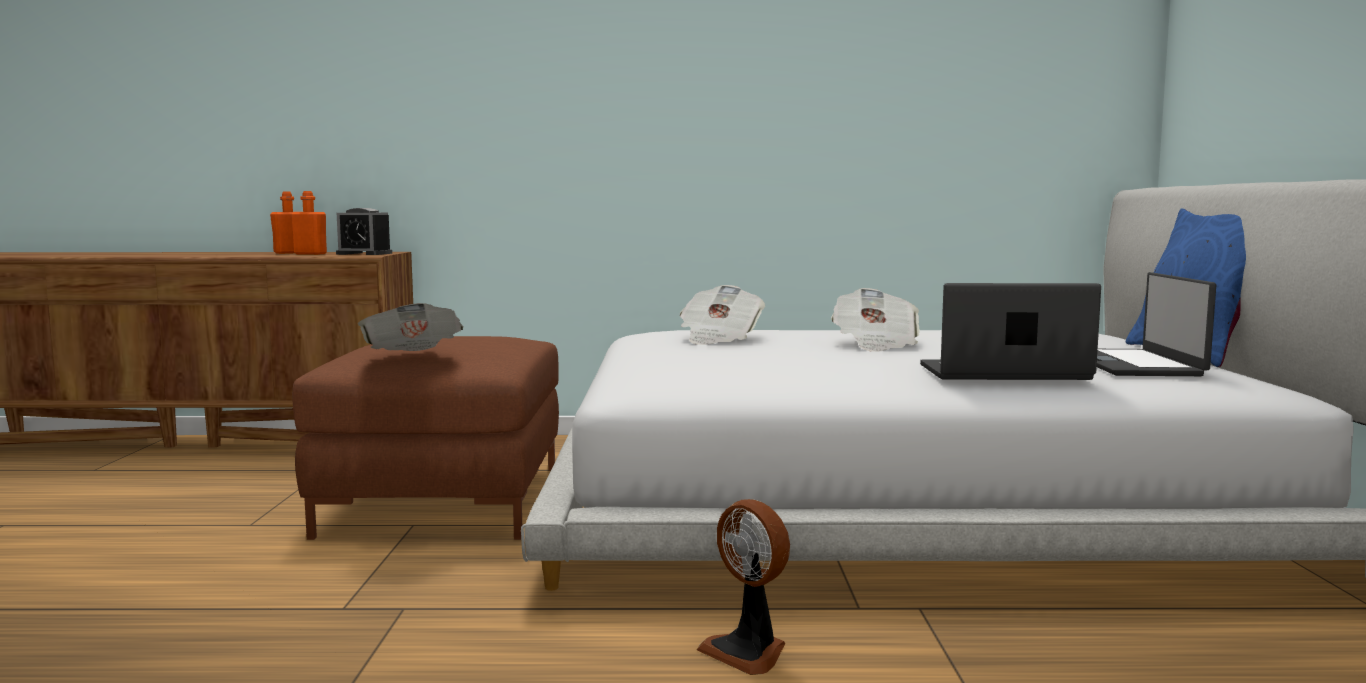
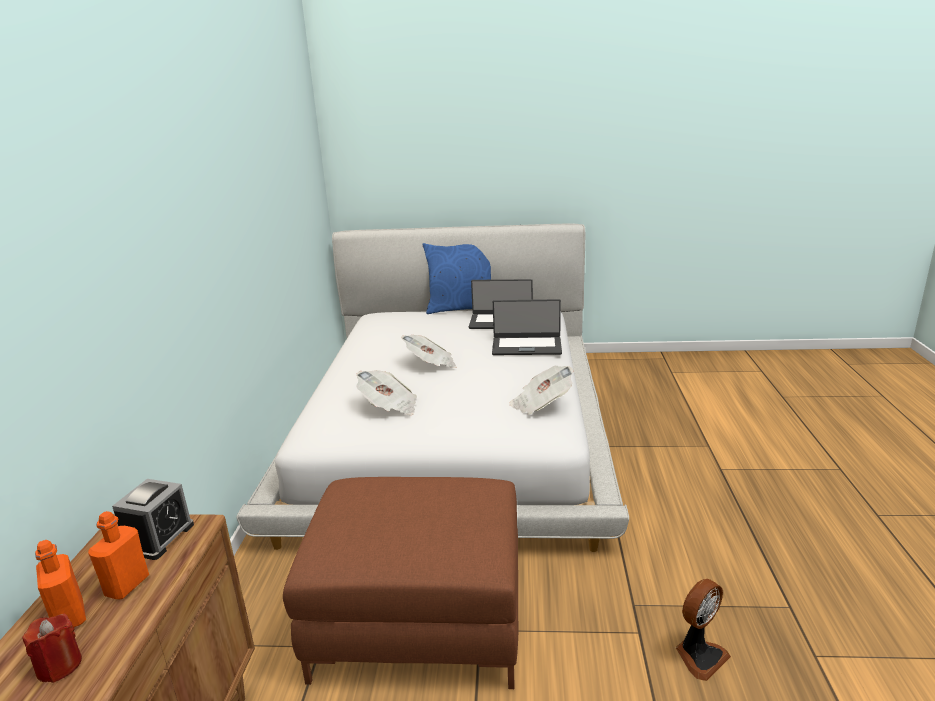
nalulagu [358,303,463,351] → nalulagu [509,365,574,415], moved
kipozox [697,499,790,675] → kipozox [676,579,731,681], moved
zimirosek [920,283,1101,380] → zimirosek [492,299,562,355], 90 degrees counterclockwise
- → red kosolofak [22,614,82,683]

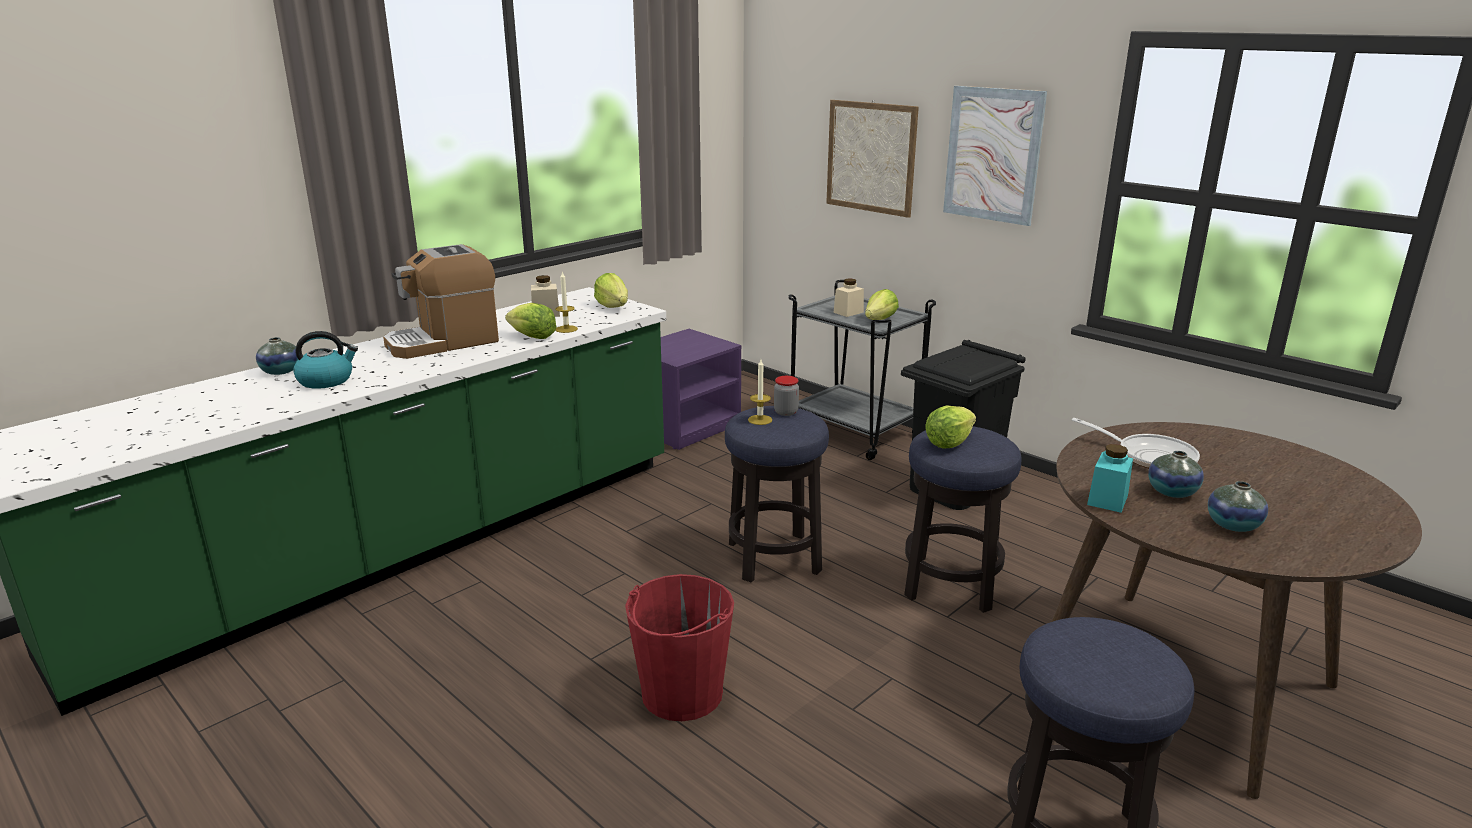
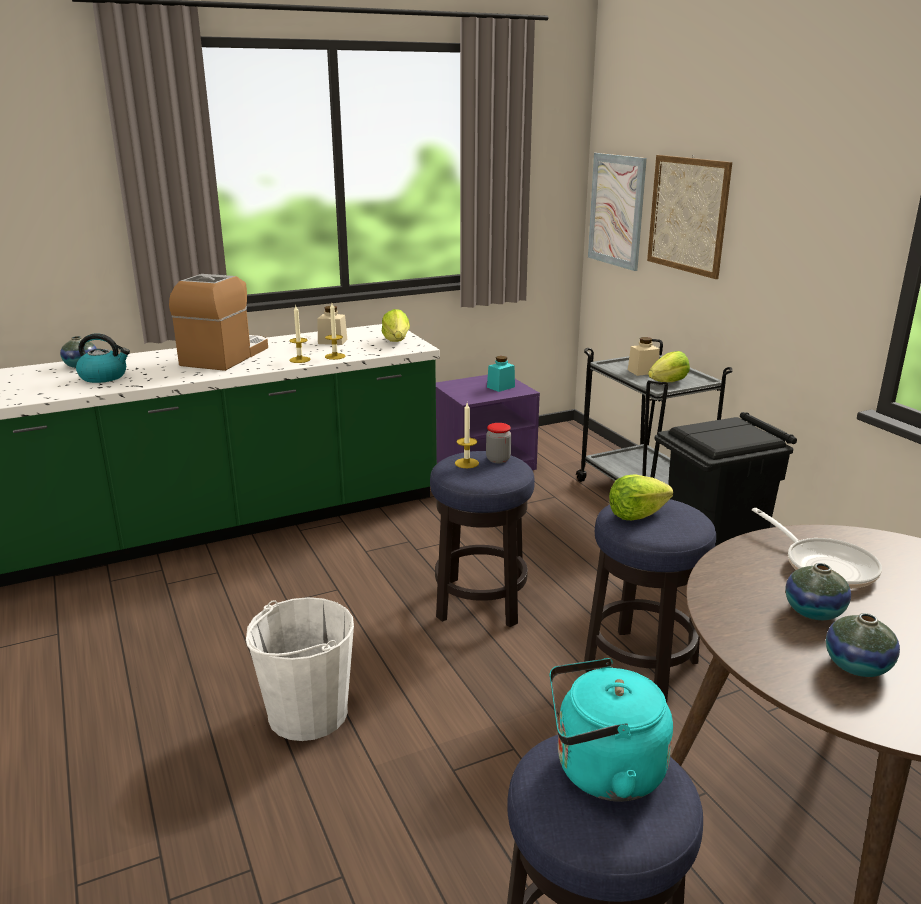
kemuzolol [383,244,499,359] → kemuzolol [169,274,268,371], 120 degrees clockwise
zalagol [505,303,556,339] → kosolofak [289,306,311,363]
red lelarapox [625,574,734,721] → white lelarapox [246,597,354,741]
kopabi [943,86,1047,226] → kopabi [588,153,647,271], moved
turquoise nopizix [1087,444,1133,513] → turquoise nopizix [487,356,515,392], moved
- → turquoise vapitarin [550,658,673,802]

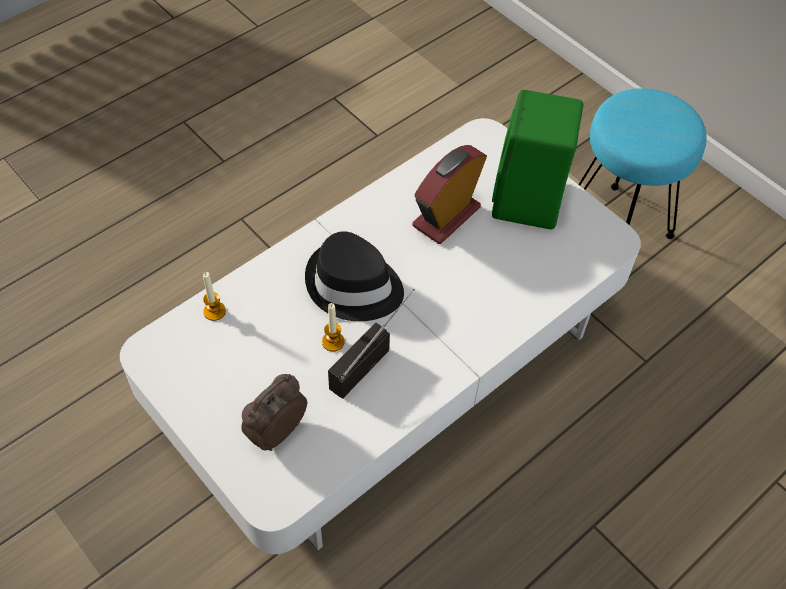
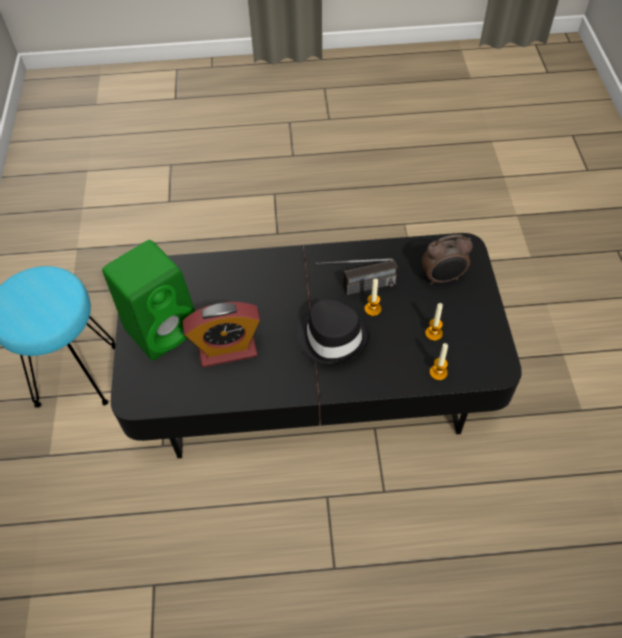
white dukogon [120,118,641,554] → black dukogon [111,233,522,458]
- → kosolofak [425,303,443,341]

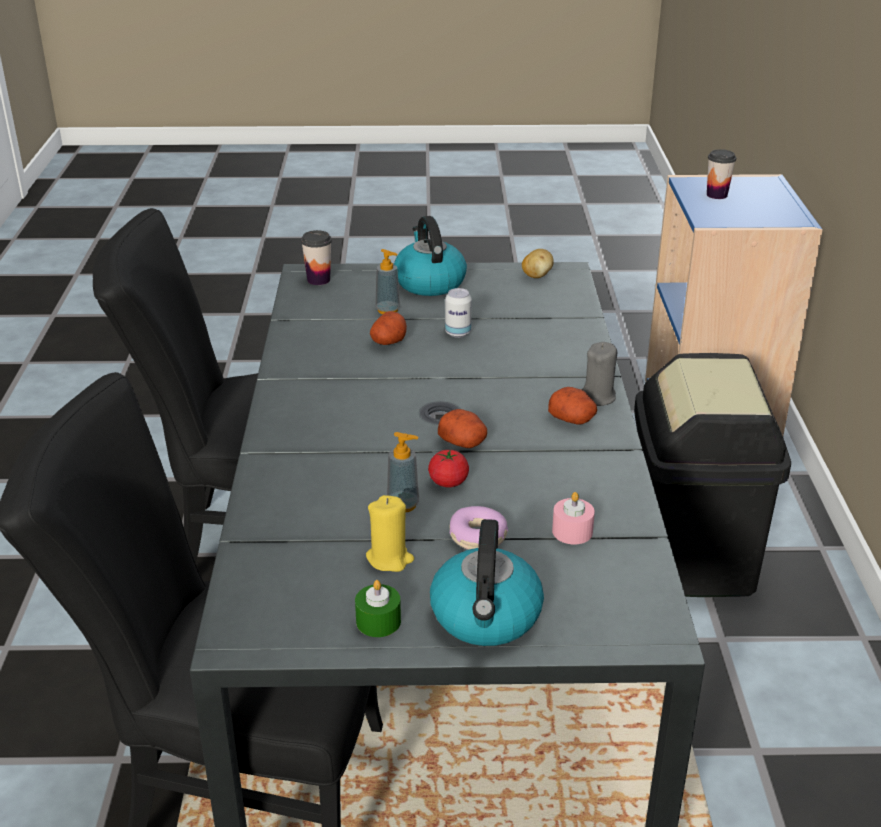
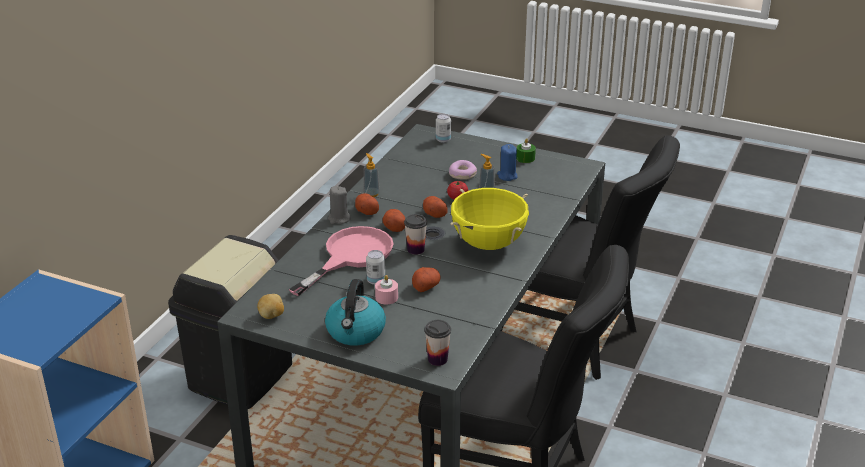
yellow kosolofak [366,495,414,572] → blue kosolofak [497,144,518,181]
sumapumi [375,249,400,314] → sumapumi [363,153,380,197], moved
vapitarin [430,519,544,646] → -
pink kosolofak [552,492,595,545] → pink kosolofak [375,275,398,305], moved
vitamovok [707,149,736,199] → vitamovok [404,214,427,255], moved
- → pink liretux [289,226,393,296]
- → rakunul [383,209,405,232]
- → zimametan [436,114,451,143]
- → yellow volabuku [451,188,529,250]

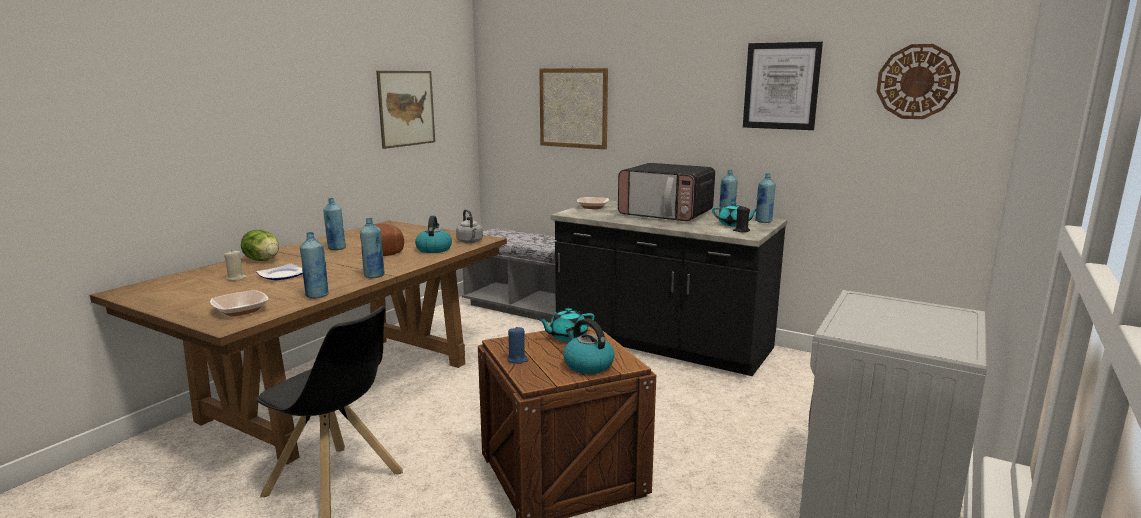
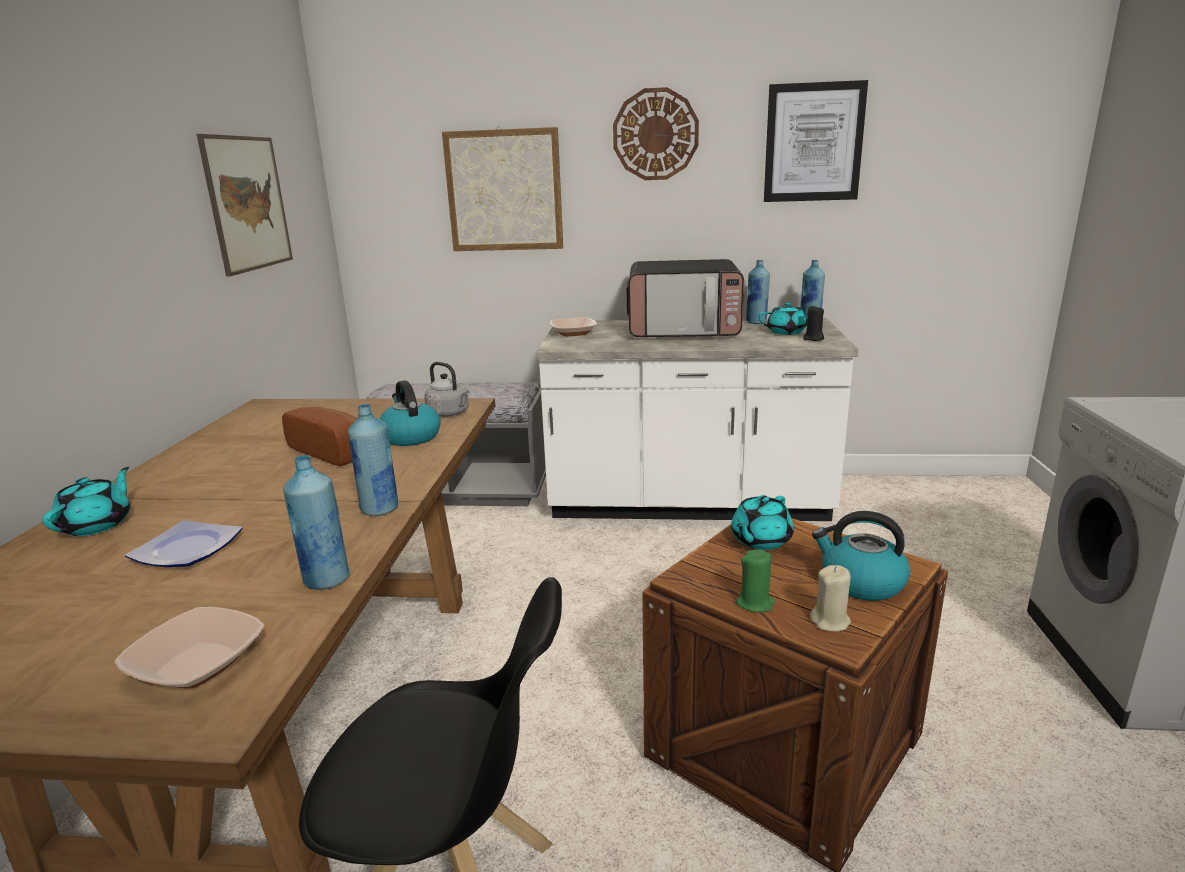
beige kosolofak [224,251,247,281] → beige kosolofak [810,565,851,632], moved
zalagol [241,230,279,261] → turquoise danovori [43,467,130,536]
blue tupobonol [323,198,346,250] → -
blue kosolofak [507,326,528,364] → green kosolofak [736,550,775,612]
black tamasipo [551,200,787,376] → white tamasipo [536,317,858,521]
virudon [876,44,960,119] → virudon [613,87,699,180], moved

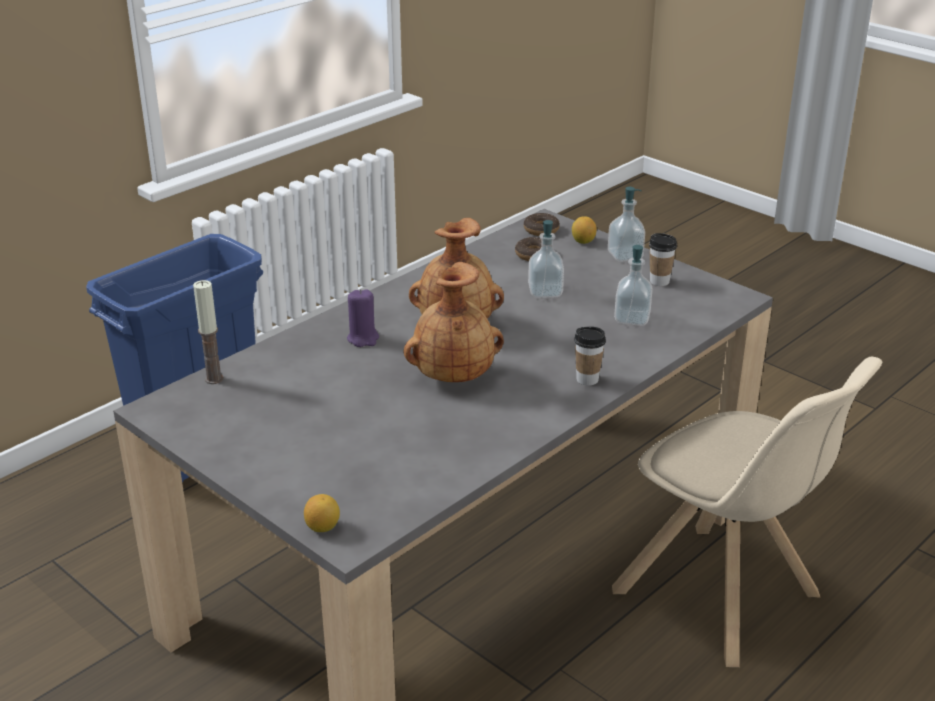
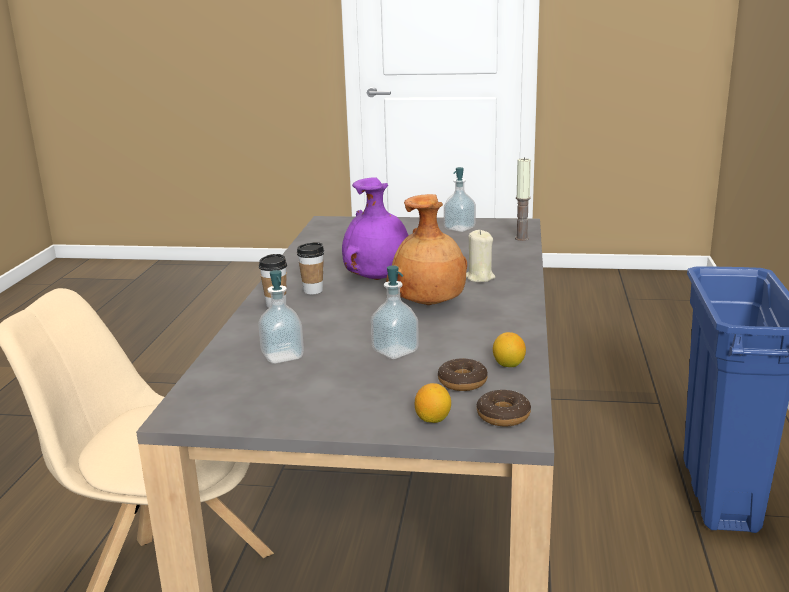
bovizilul [304,494,340,532] → bovizilul [493,332,526,367], moved
purple kosolofak [347,289,379,347] → beige kosolofak [466,230,495,282]
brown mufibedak [403,262,504,382] → purple mufibedak [342,177,409,280]
sumapumi [608,187,645,262] → sumapumi [444,167,476,232], moved
vitamovok [649,233,677,286] → vitamovok [297,242,324,294], moved

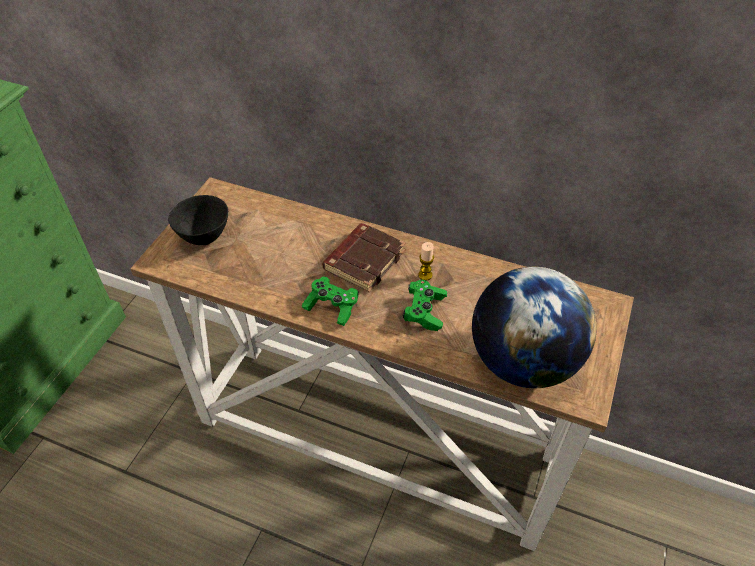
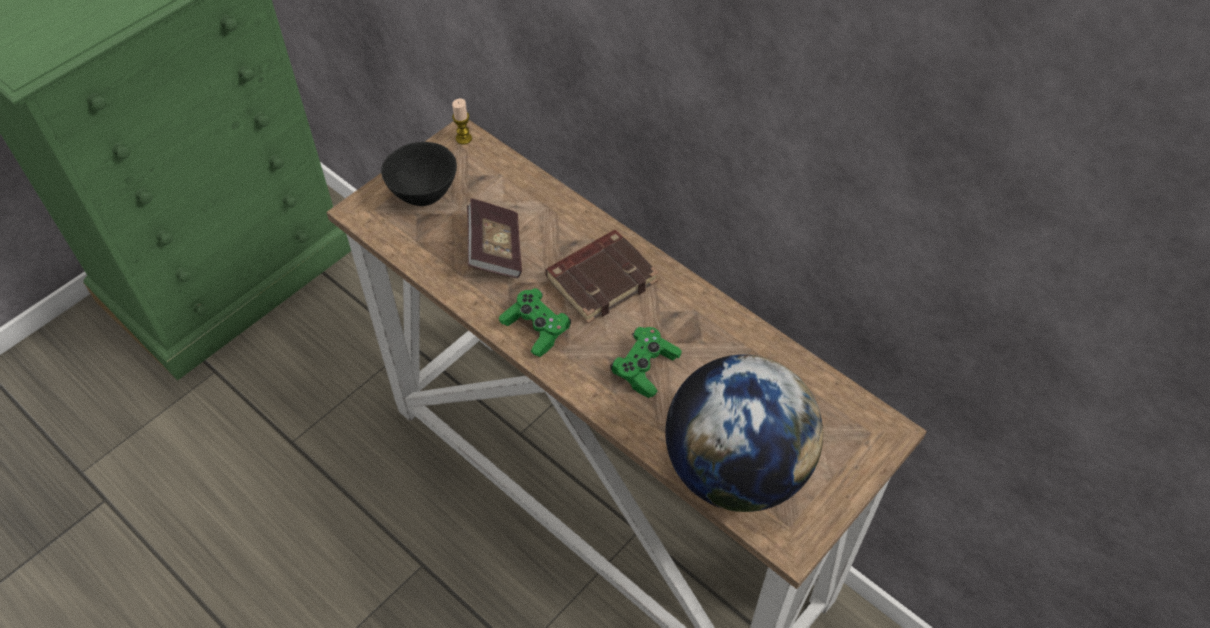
kosolofak [418,242,434,281] → kosolofak [452,99,472,145], moved
- → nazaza [467,198,522,278]

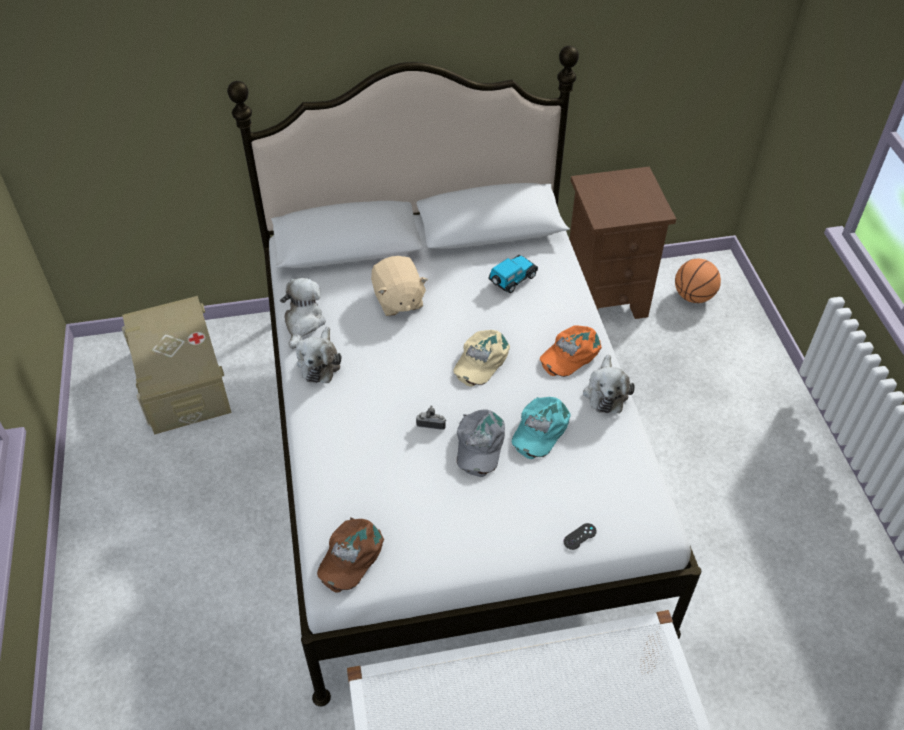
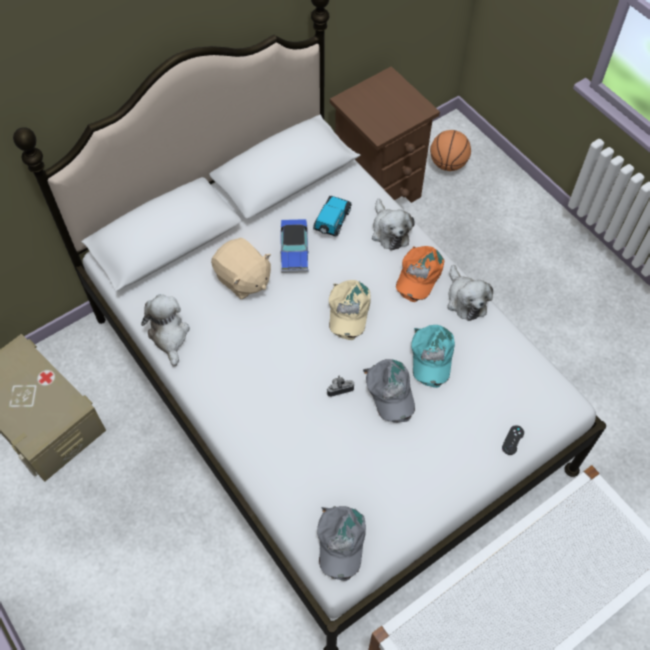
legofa [296,327,341,383] → legofa [372,199,415,251], moved
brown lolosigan [317,517,384,593] → grey lolosigan [317,506,366,581]
- → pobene [280,219,308,273]

